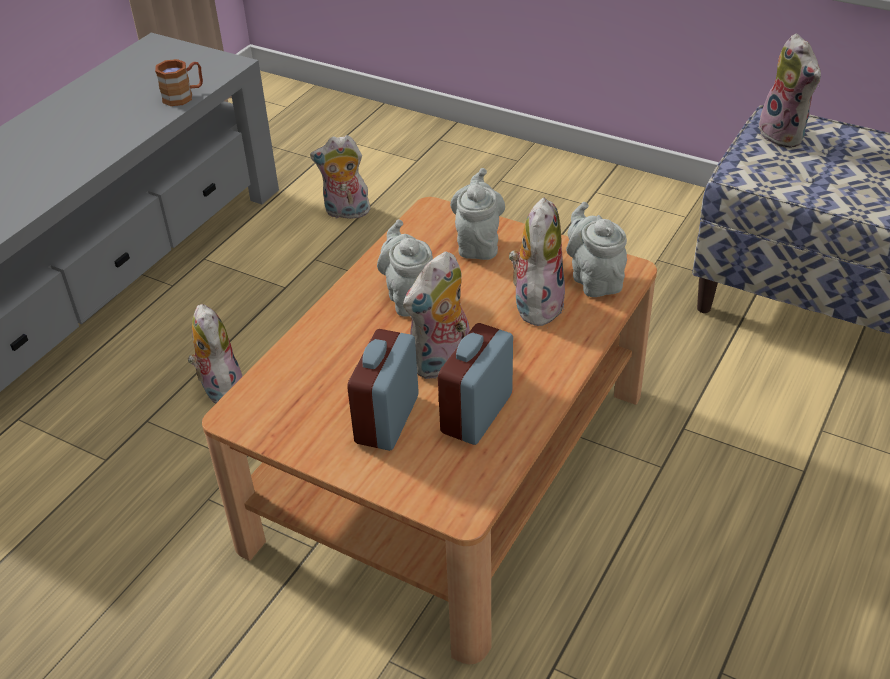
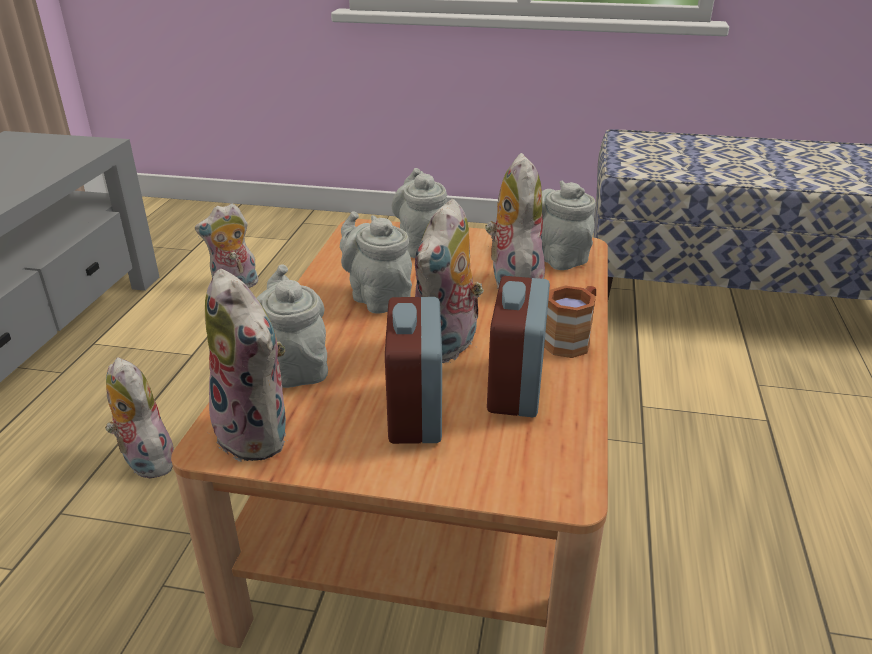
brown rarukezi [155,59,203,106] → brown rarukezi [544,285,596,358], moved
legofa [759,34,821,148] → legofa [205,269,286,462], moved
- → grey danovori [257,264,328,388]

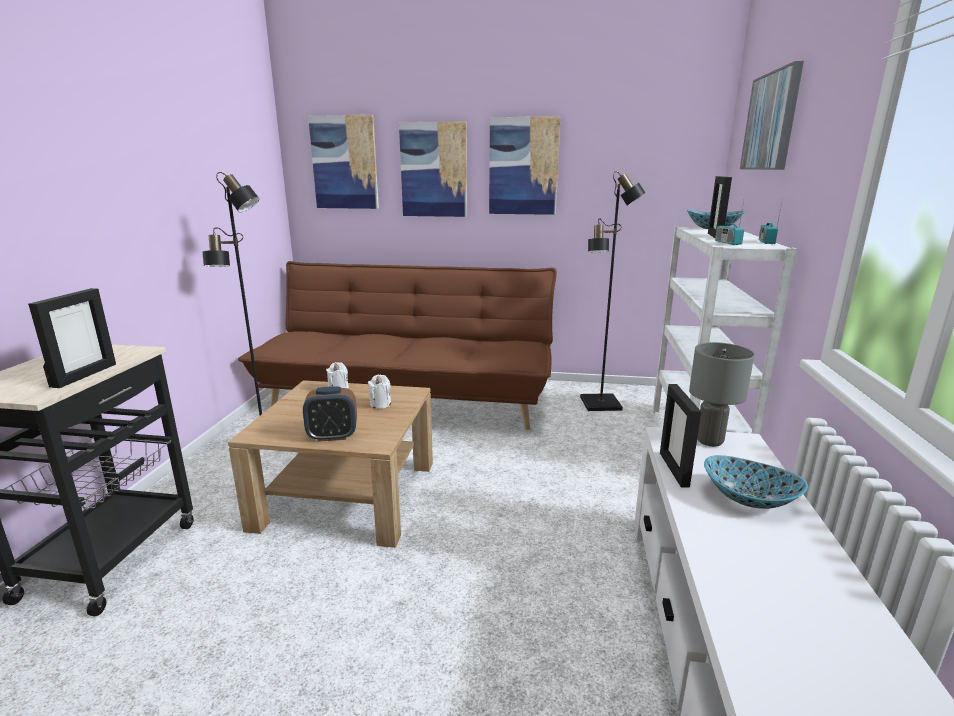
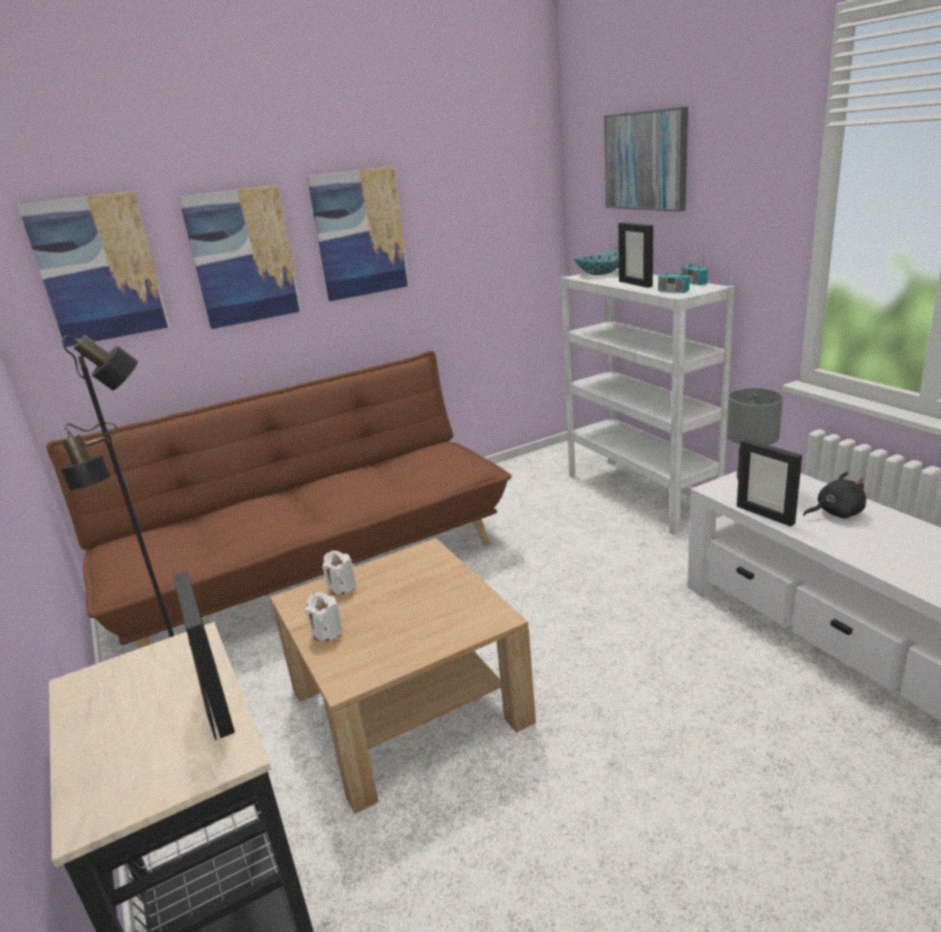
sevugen [303,386,357,442] → -
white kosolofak [368,374,391,409] → white kosolofak [305,592,343,642], moved
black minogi [580,171,645,411] → -
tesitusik [704,455,808,509] → black legofa [803,472,866,519]

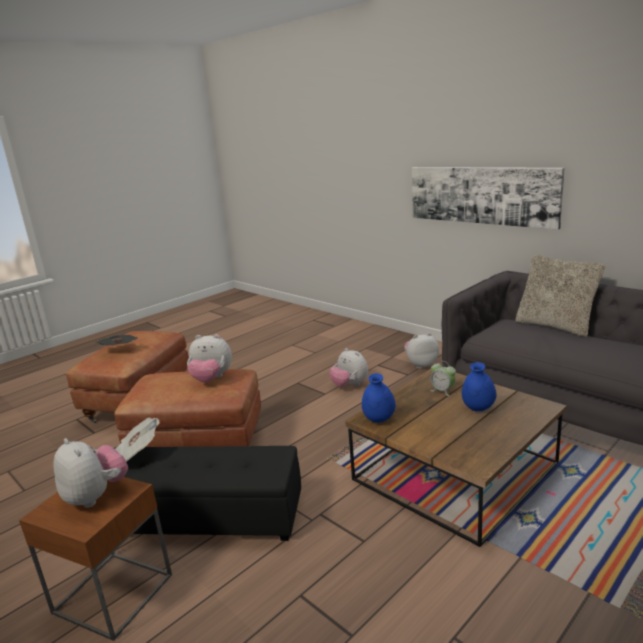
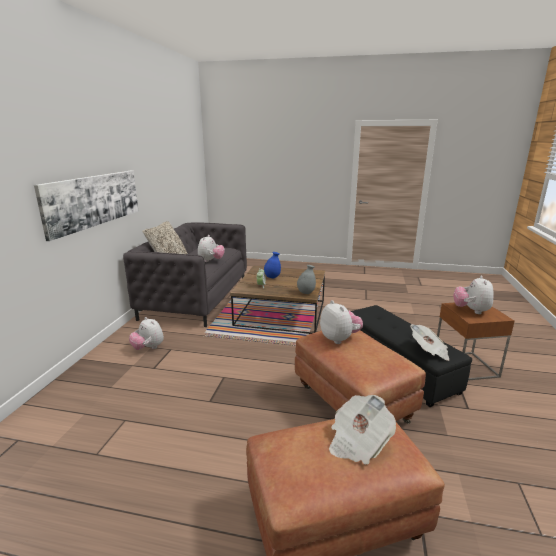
legofa [329,348,368,387] → legofa [198,235,225,262], moved
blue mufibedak [362,373,396,423] → grey mufibedak [297,265,316,294]

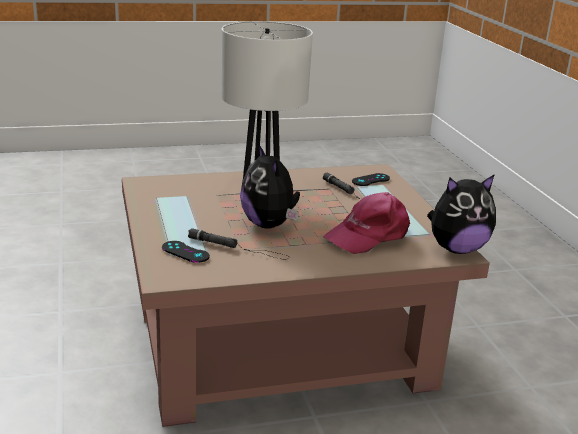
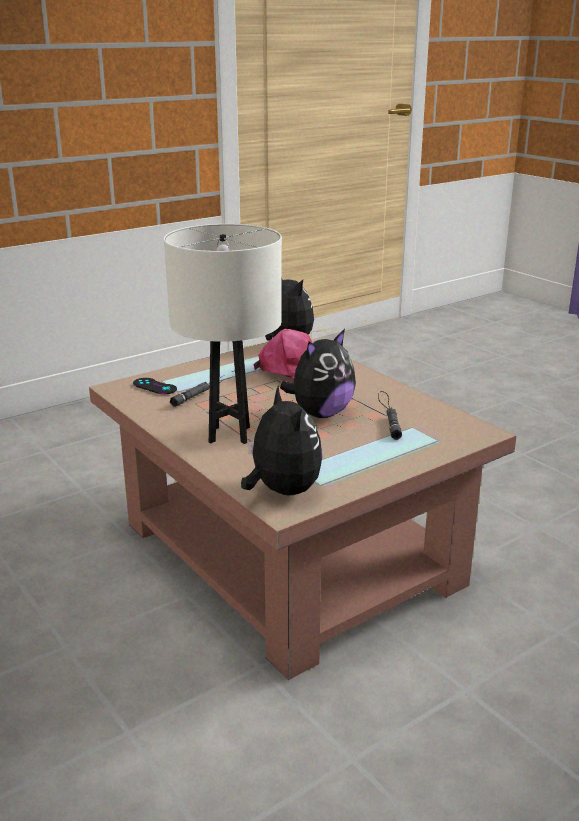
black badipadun [162,241,210,263] → -
- → legofa [241,386,322,496]

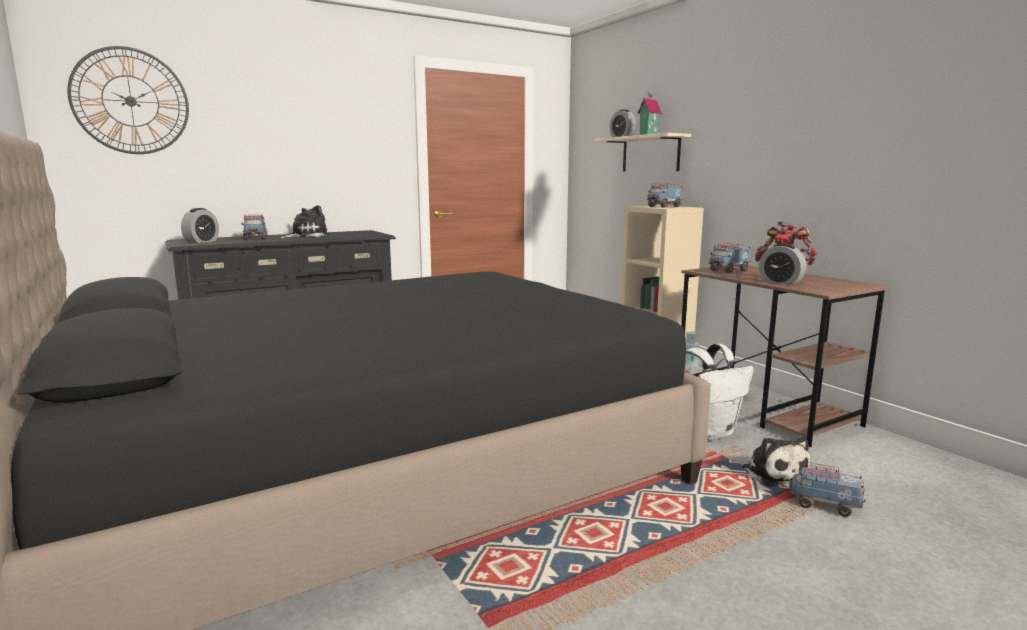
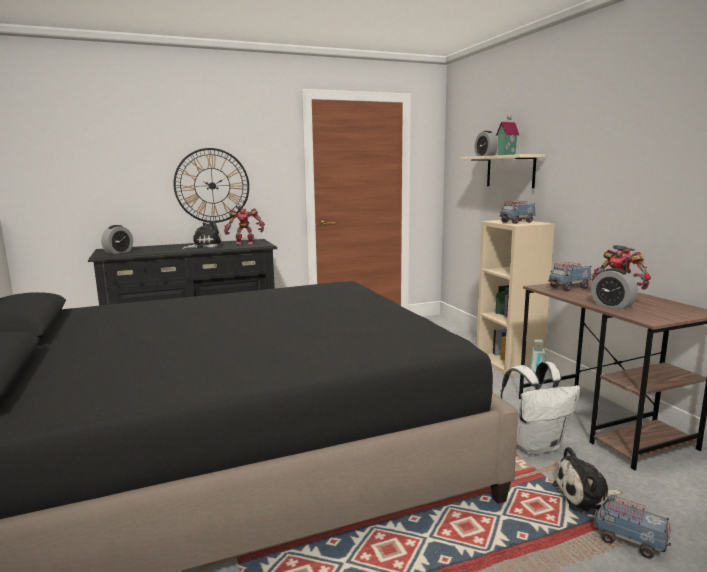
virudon [67,46,189,154] → virudon [173,148,249,223], moved
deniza [242,214,268,240] → -
legofa [742,437,810,487] → legofa [552,447,622,515], 90 degrees clockwise
- → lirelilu [224,206,265,245]

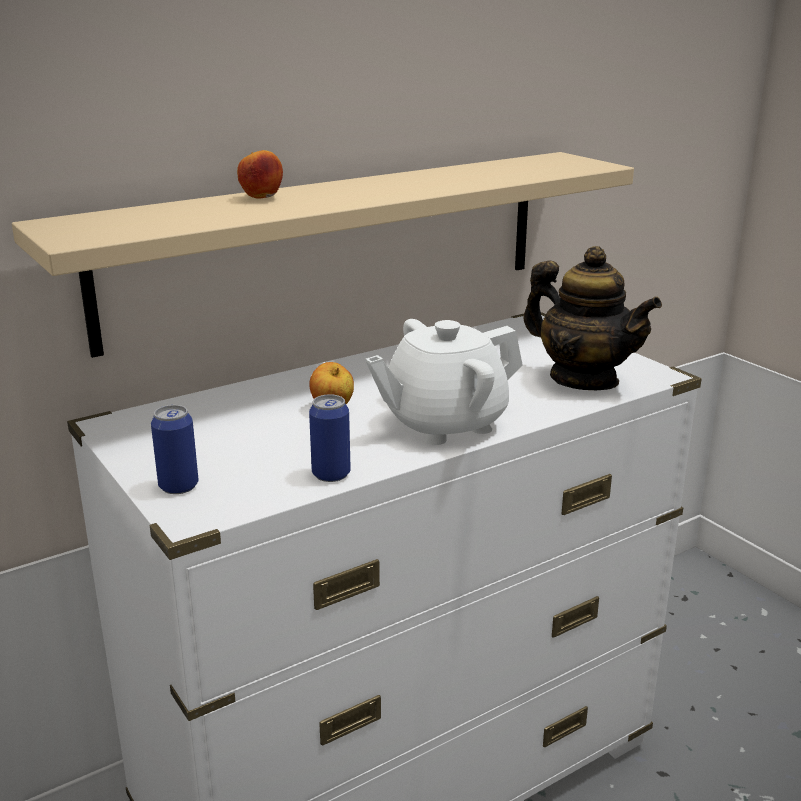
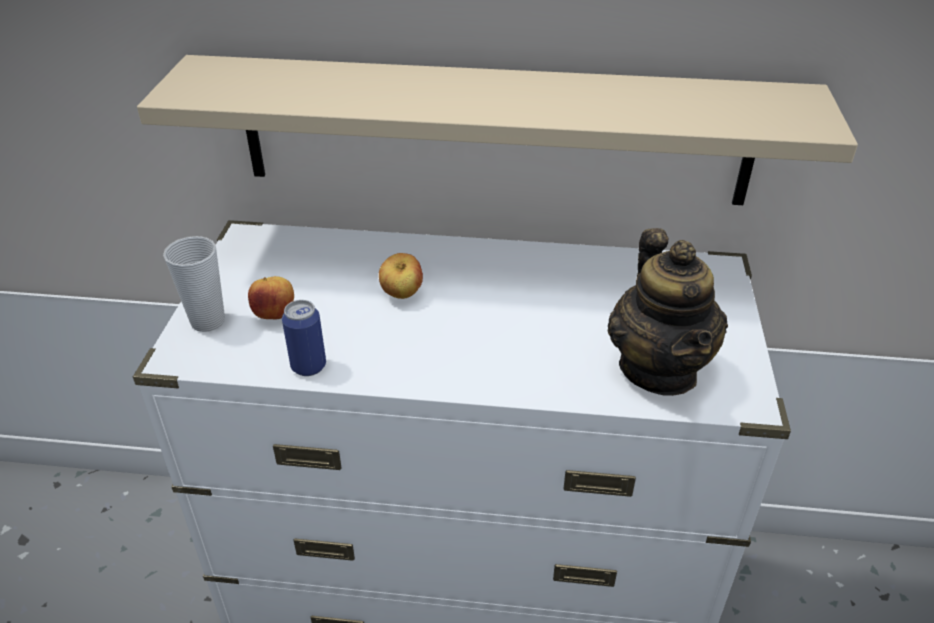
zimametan [151,405,199,494] → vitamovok [163,236,225,332]
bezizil [237,150,283,199] → bezizil [248,276,294,320], moved
white danovori [365,319,523,445] → -

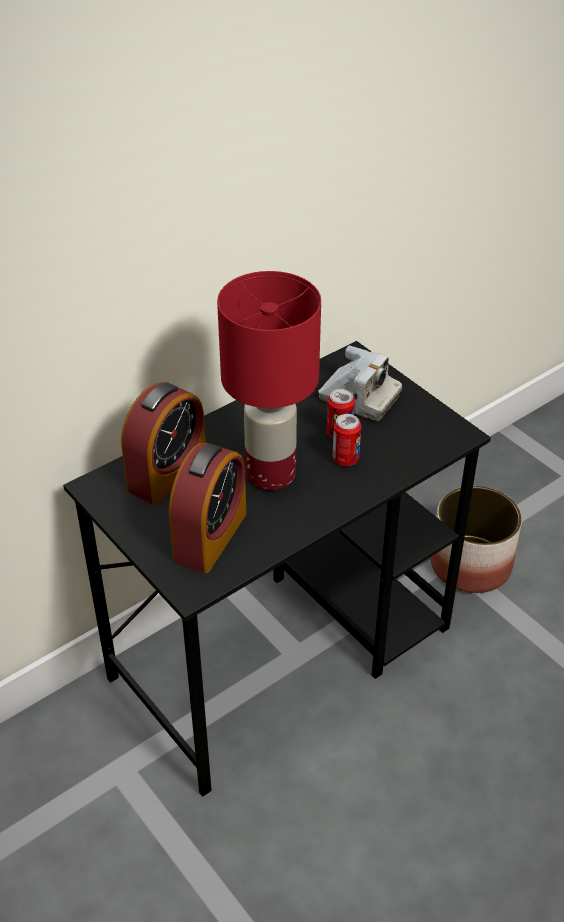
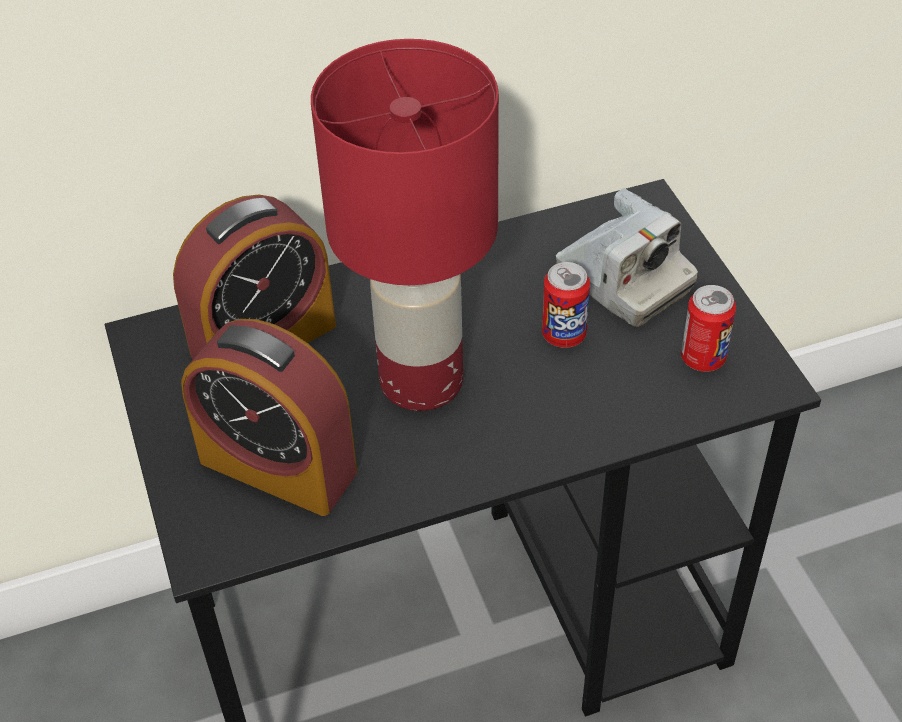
sevugen [169,443,246,573] → sevugen [181,319,357,516], 75 degrees clockwise
zimametan [333,414,361,466] → zimametan [681,285,736,372], moved
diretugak [431,486,522,593] → -

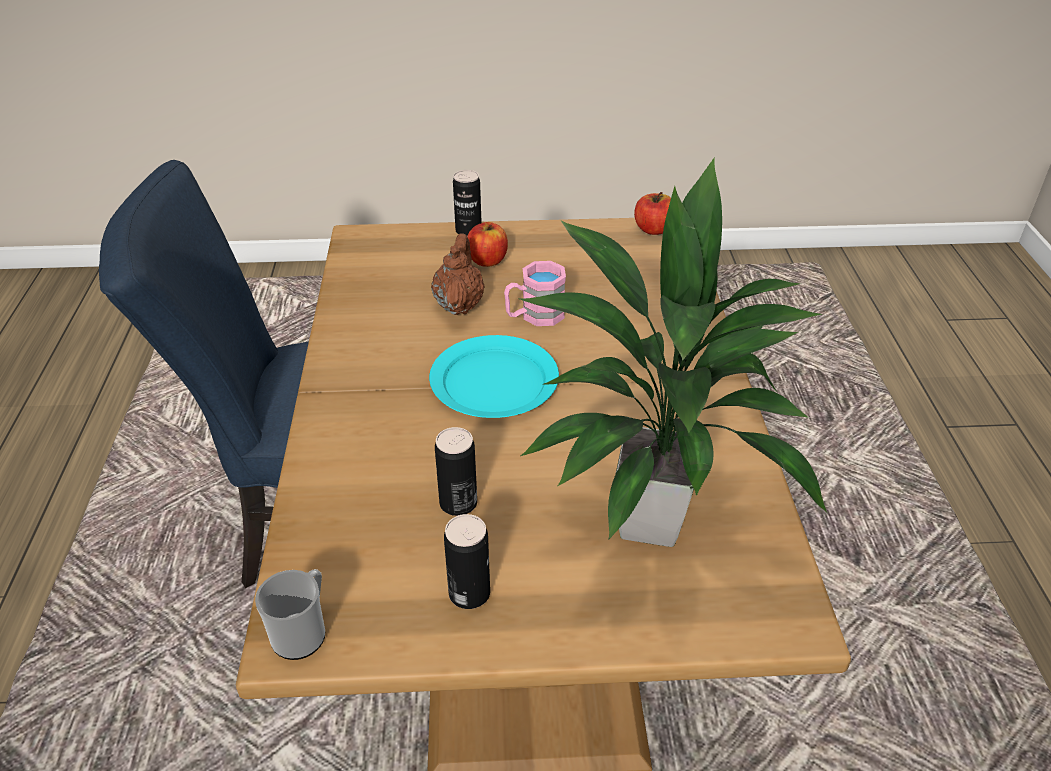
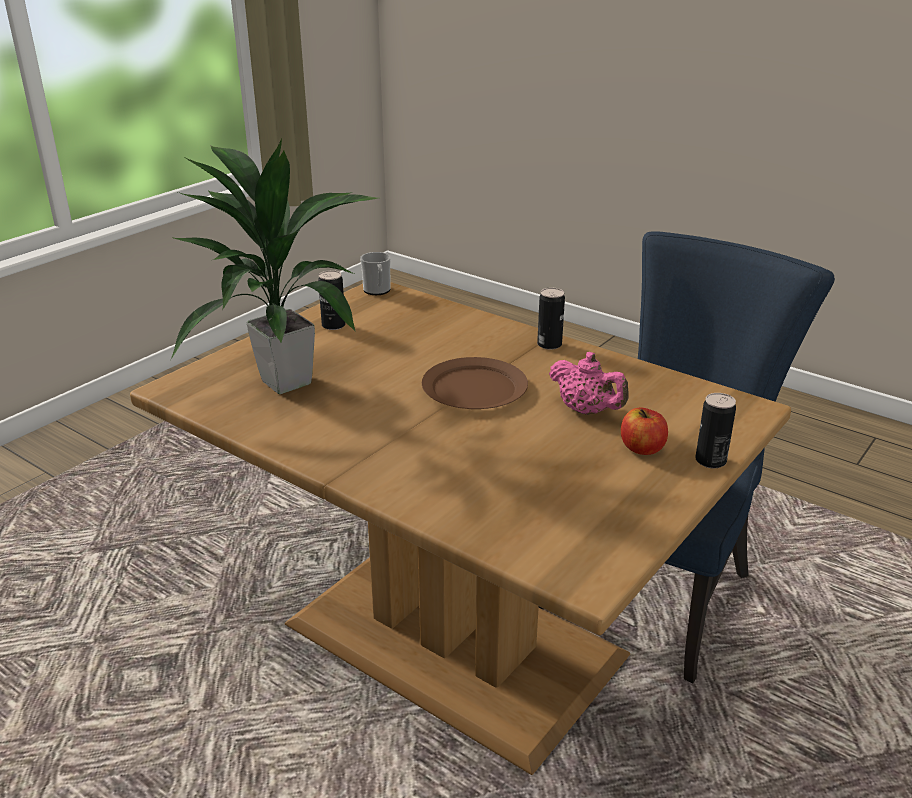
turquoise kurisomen [429,335,559,418] → brown kurisomen [422,357,528,409]
brown danovori [431,233,485,315] → pink danovori [549,352,629,415]
zimametan [435,427,477,516] → zimametan [537,288,565,350], moved
pink rarukezi [504,261,566,326] → -
bezizil [634,192,671,235] → -

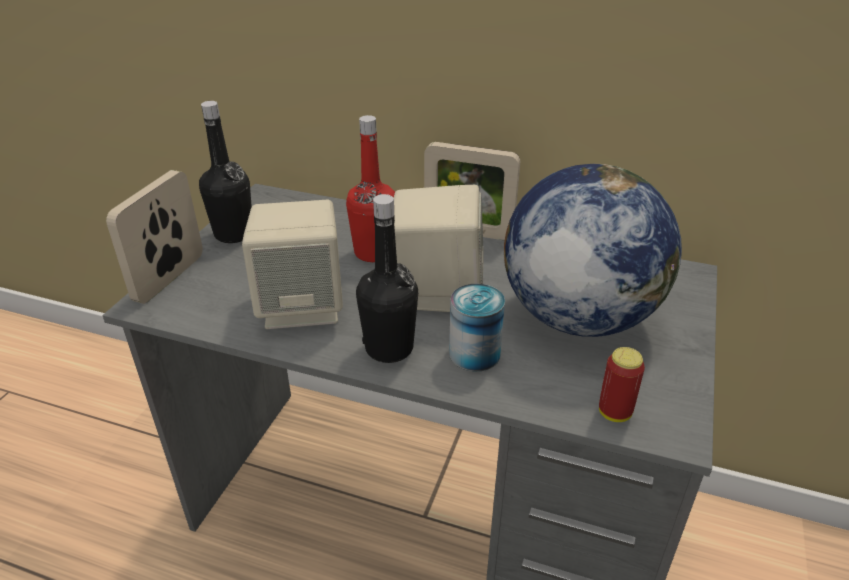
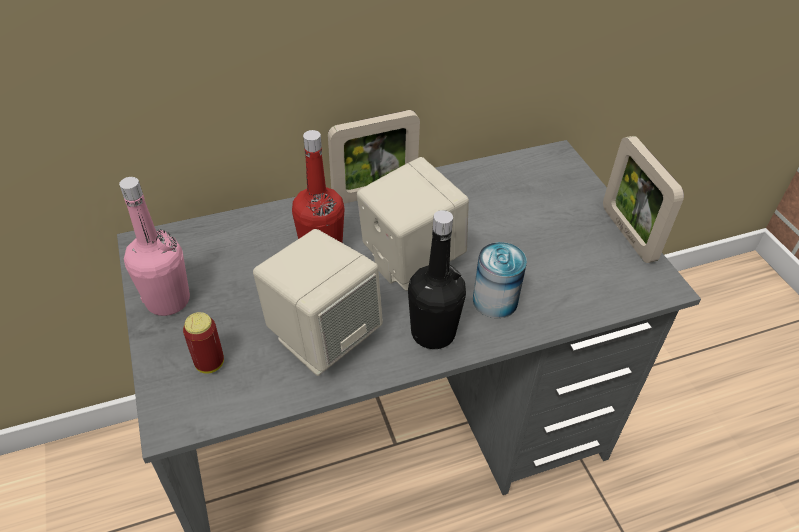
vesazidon [106,170,203,304] → vesazidon [603,136,684,263], moved
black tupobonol [199,101,252,243] → pink tupobonol [119,177,190,316]
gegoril [504,164,682,337] → -
zimametan [599,347,645,422] → zimametan [183,312,224,374], moved

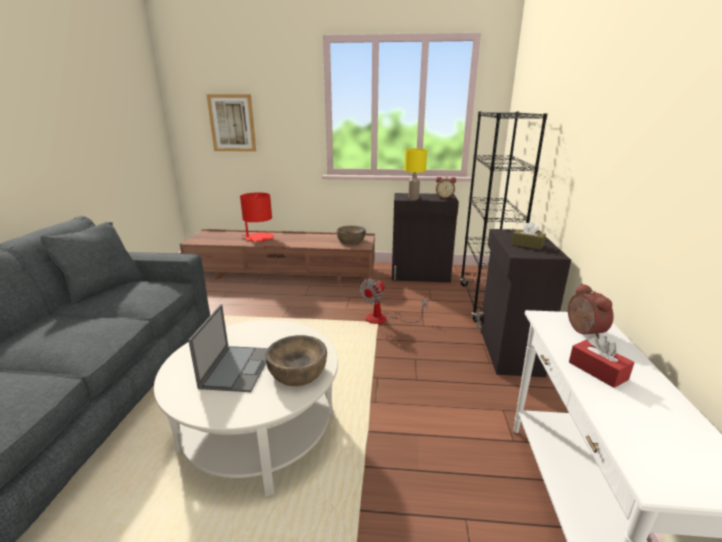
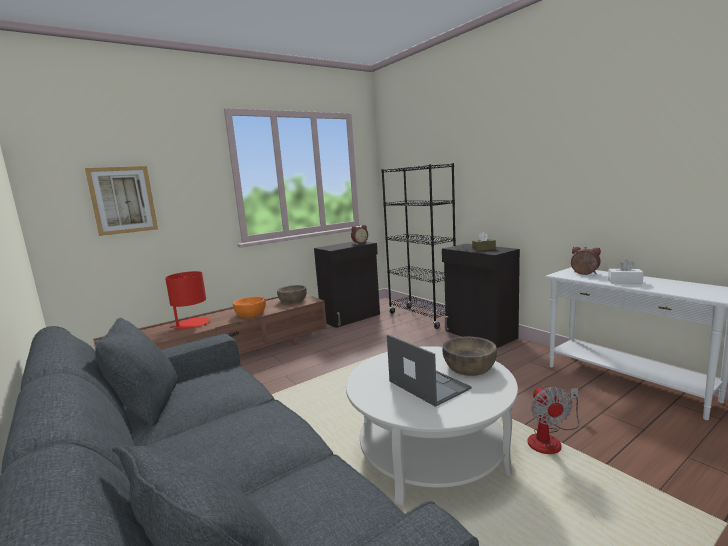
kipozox [360,279,428,324] → kipozox [528,385,579,454], moved
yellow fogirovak [404,148,427,200] → -
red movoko [569,336,634,388] → white movoko [608,259,644,284]
- → orange tesitusik [233,296,266,318]

